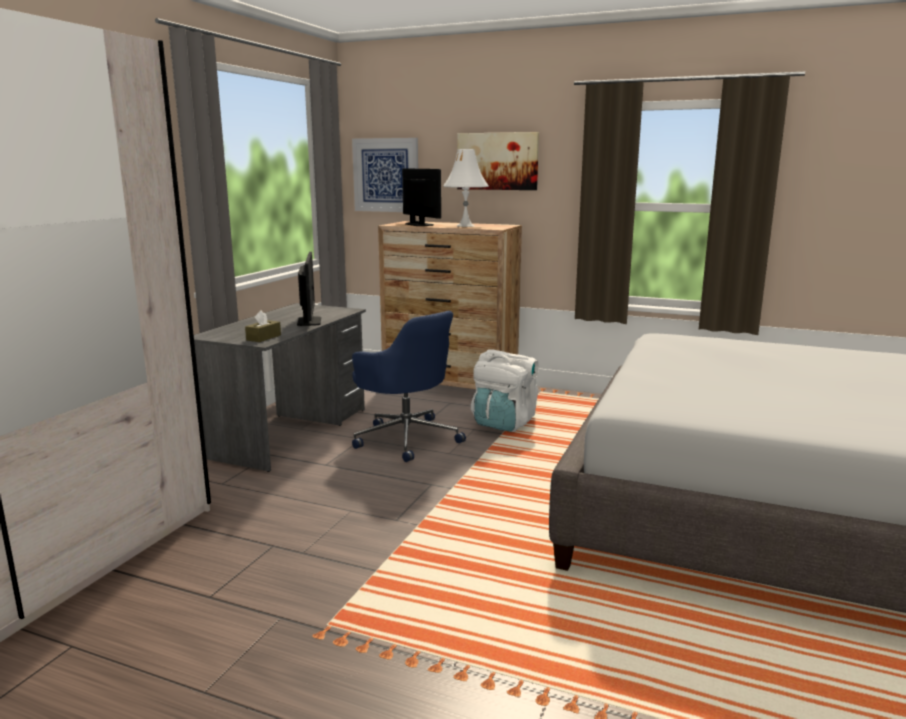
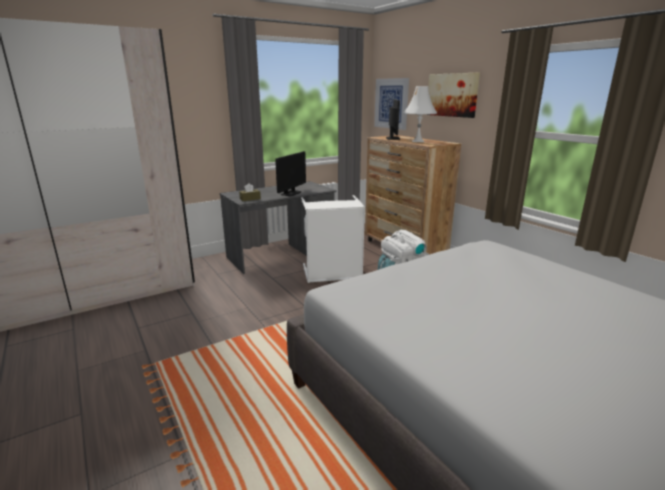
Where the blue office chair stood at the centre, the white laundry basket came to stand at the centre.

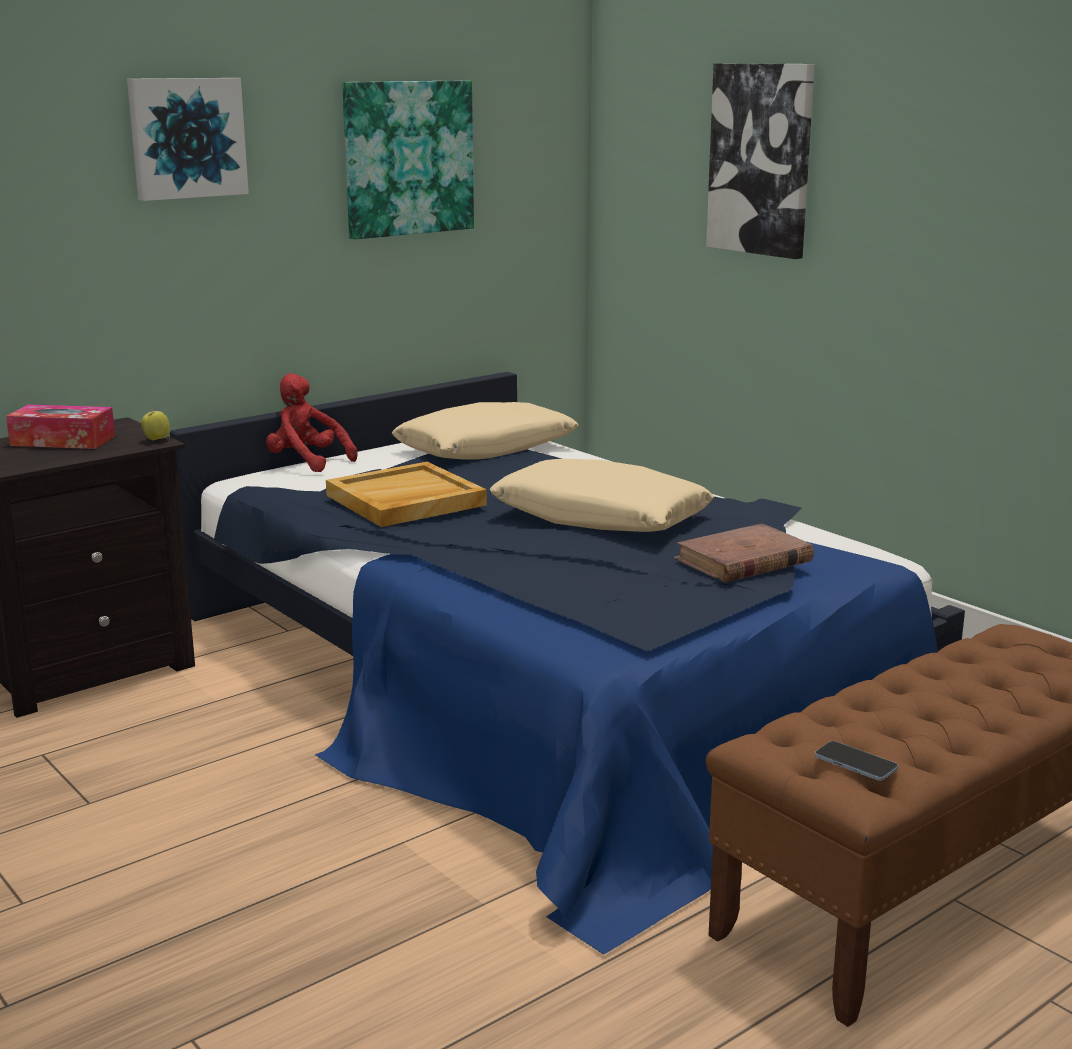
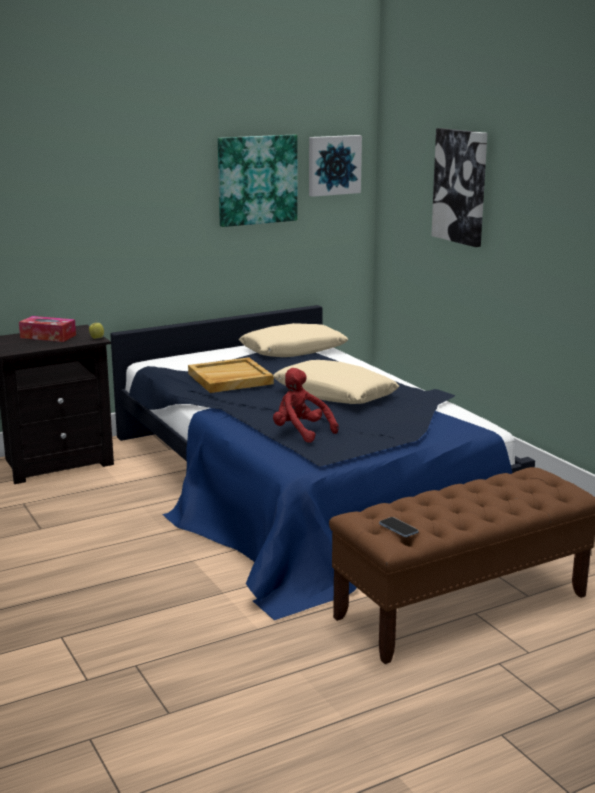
The second view lost the brown book at the middle right. The picture (no. 1 from left in the first image) ended up elsewhere, having gone from the top left to the top centre. The red plush toy ended up elsewhere, having gone from the middle left to the centre.

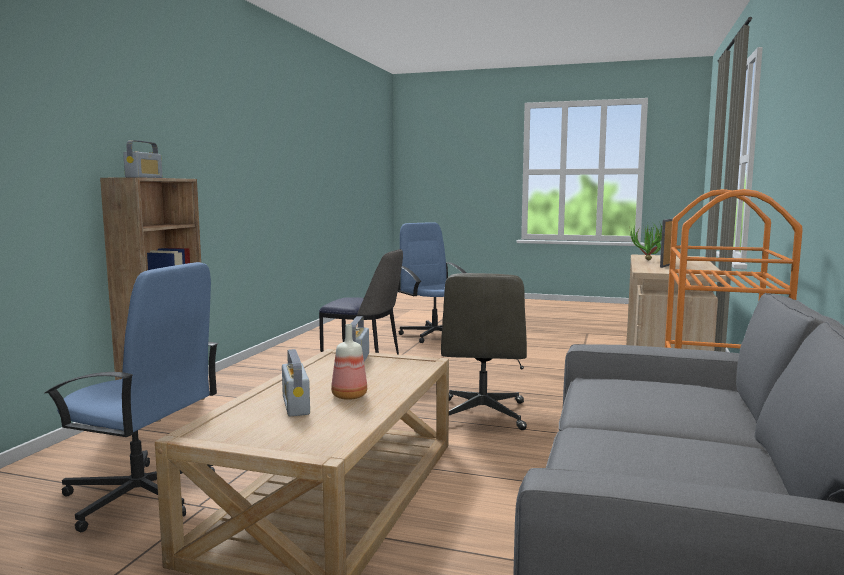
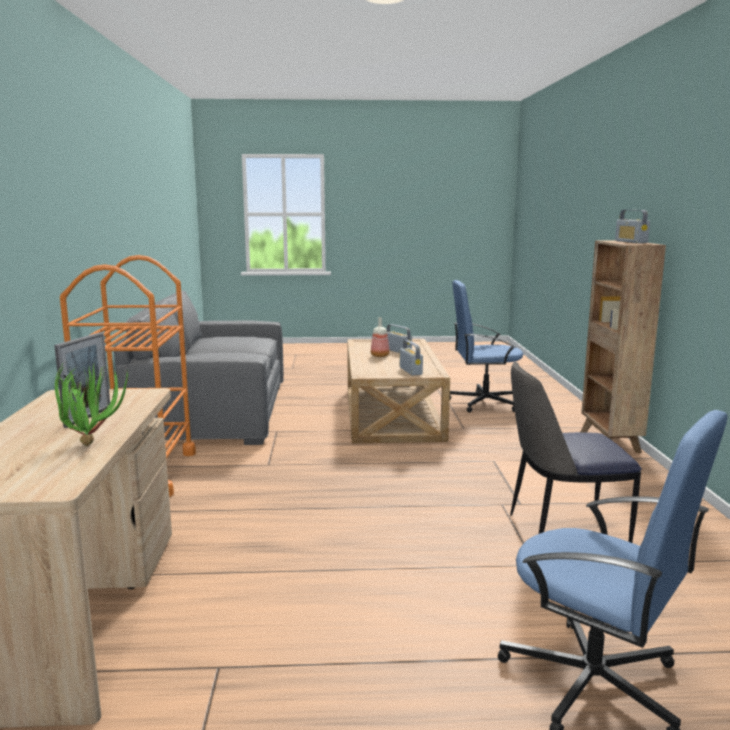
The second view lost the grey office chair at the centre.

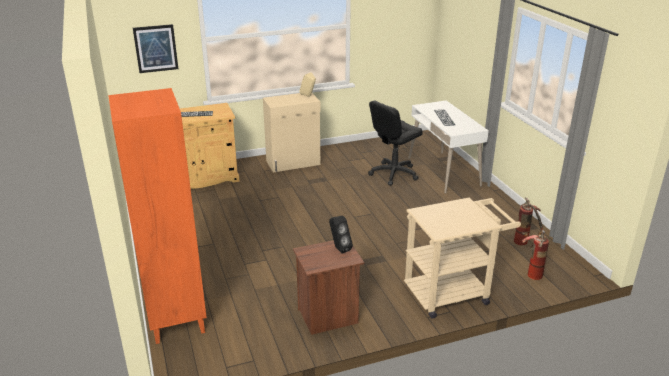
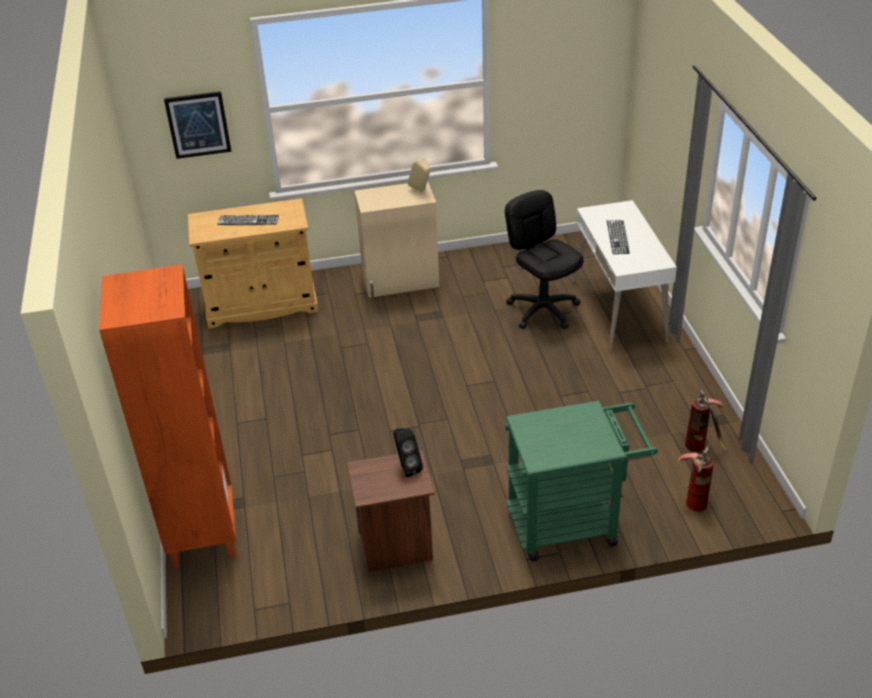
What was the beige cart at the bottom right turned into the green cart at the bottom centre. The black office chair at the centre ended up facing another way, 90 degrees clockwise from before.

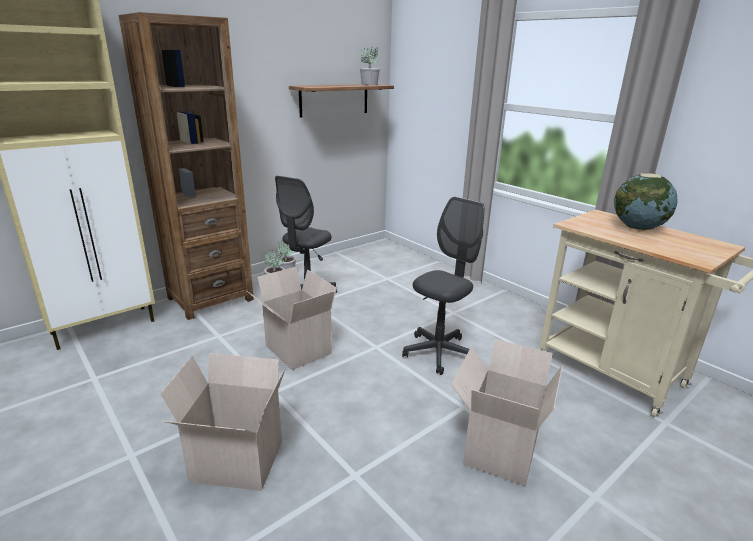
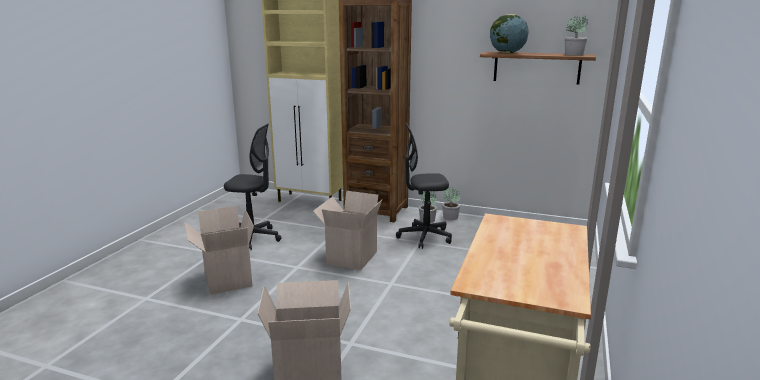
The grey office chair (no. 2 from left in the first image) ended up elsewhere, having gone from the centre to the middle left. The globe ended up elsewhere, having gone from the middle right to the top right.

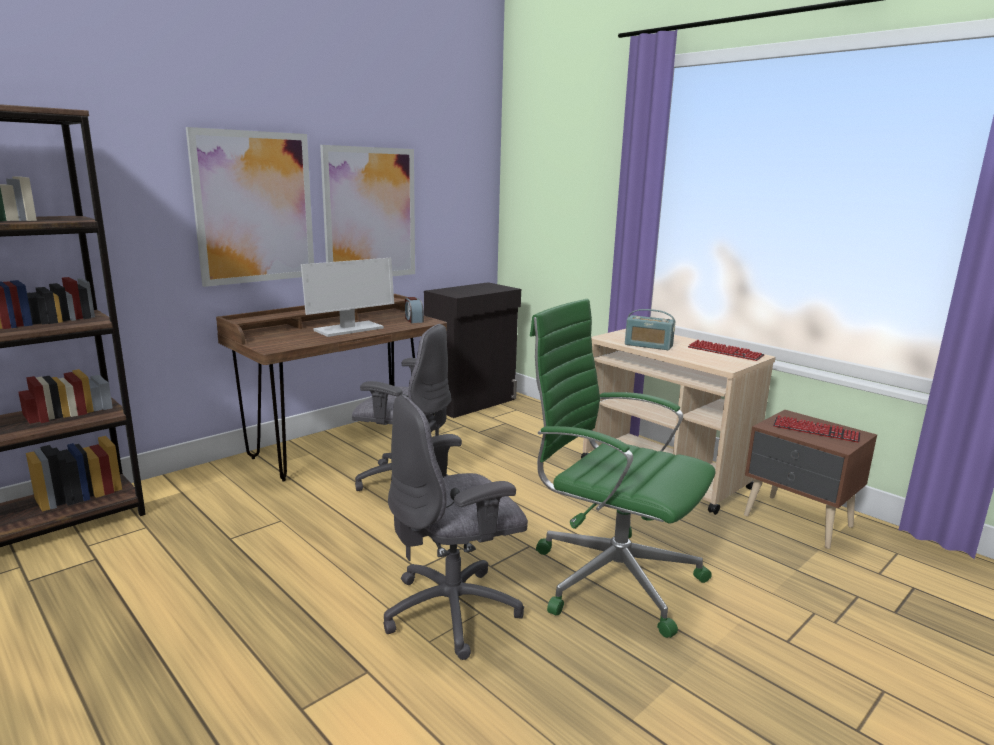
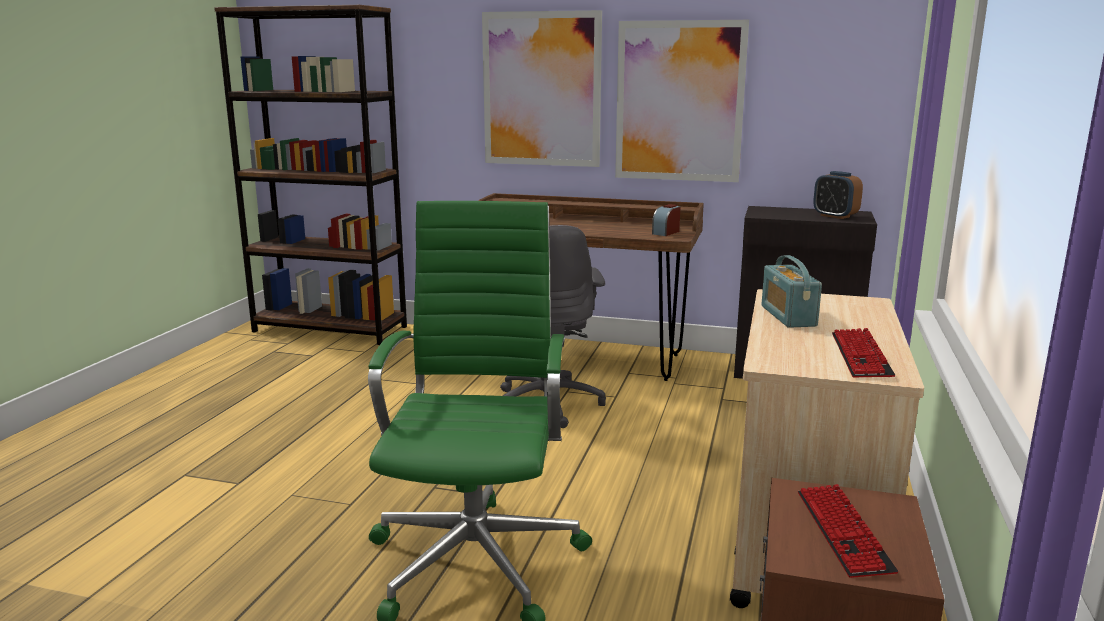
The second view lost the monitor at the centre. The second view lost the grey office chair (no. 2 from left) at the bottom centre. The second view gained the alarm clock (no. 2 from left) at the top right.

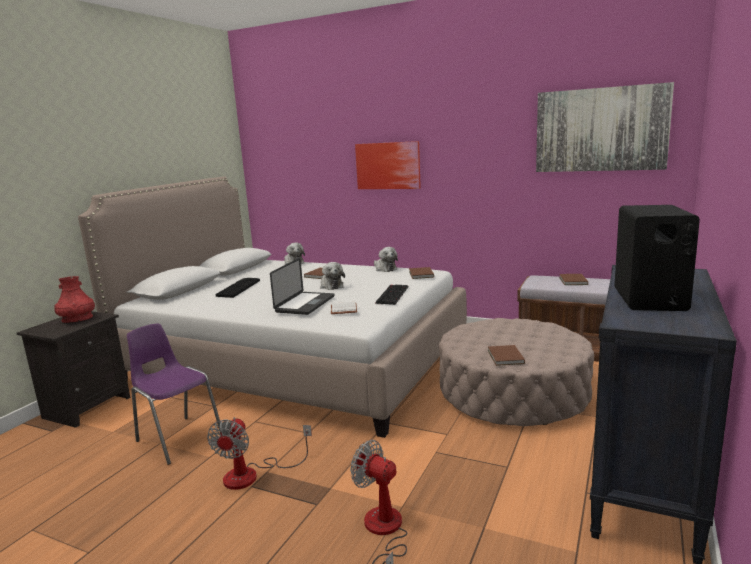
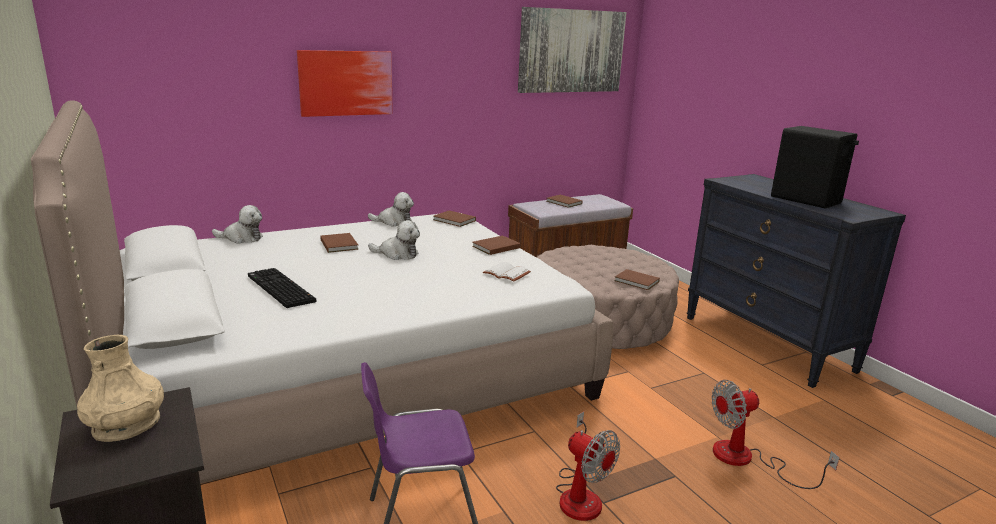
The second view lost the laptop at the centre. Where the keyboard (no. 2 from left) stood at the centre, the brown book (no. 3 from left) came to stand at the centre. What was the red vase at the middle left turned into the beige vase at the bottom left.

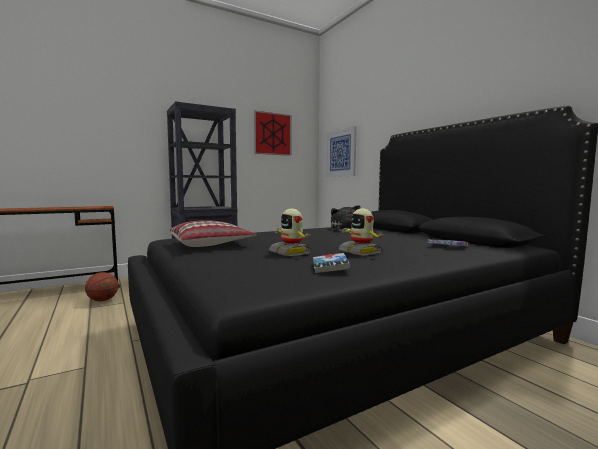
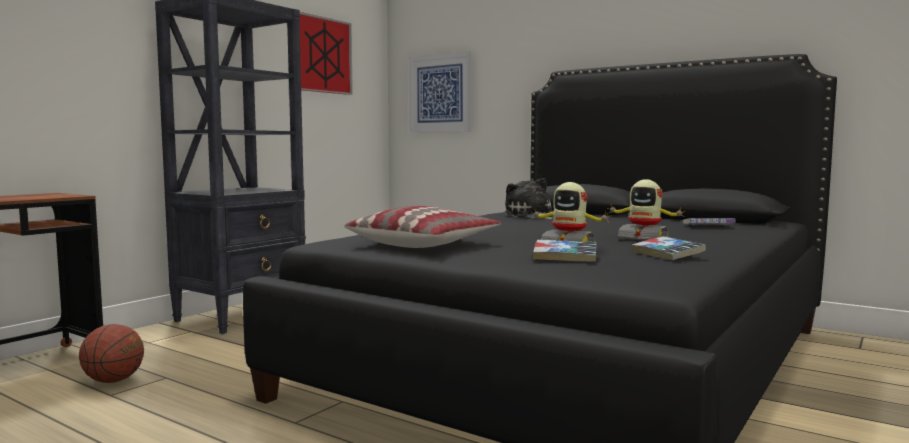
The second view gained the book (no. 1 from left) at the centre.

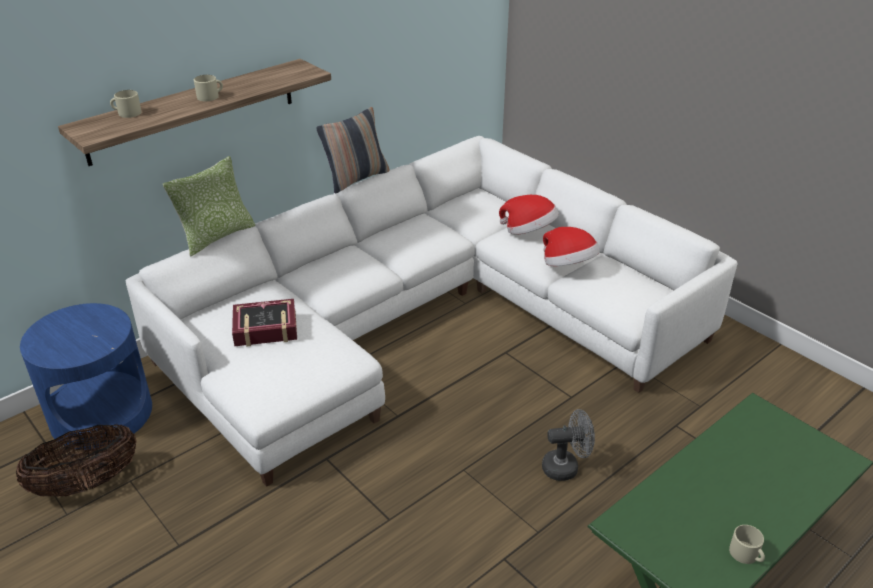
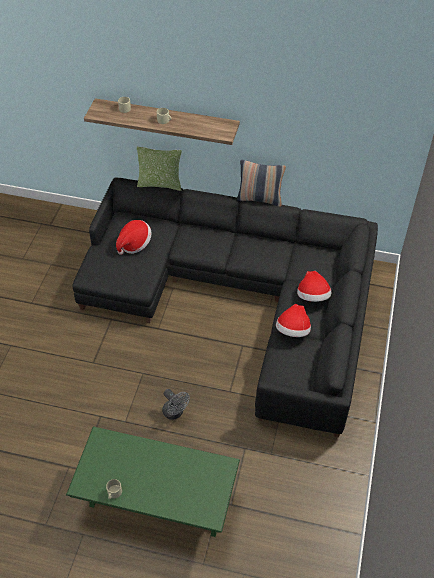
The second view lost the basket at the bottom left. The second view lost the blue side table at the middle left. Where the book stood at the middle left, the hat (no. 1 from left) came to stand at the middle left. What was the white sofa at the centre turned into the black sofa at the centre.

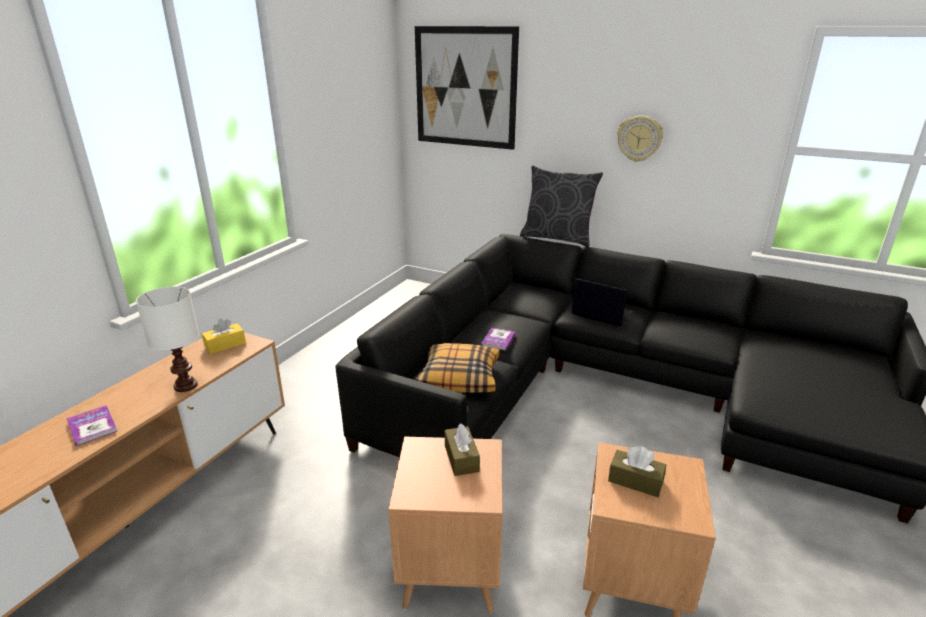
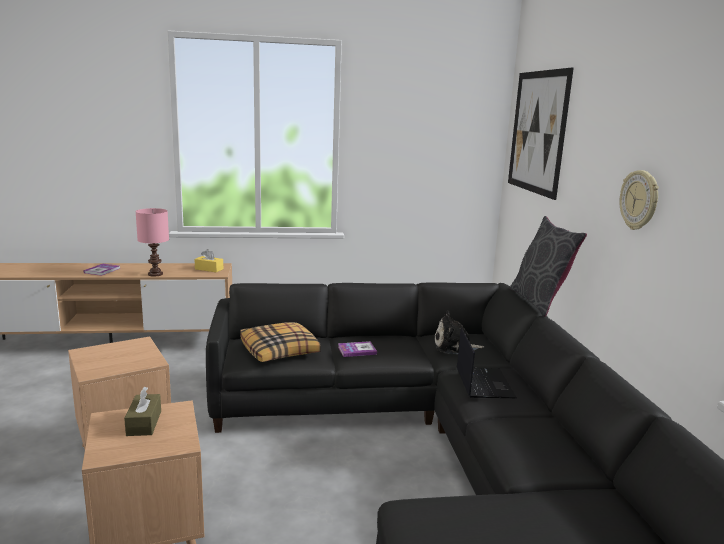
The second view lost the brown tissue box (no. 1 from left) at the bottom centre. The second view gained the plush toy at the centre. What was the white table lamp at the middle left turned into the pink table lamp at the middle left.

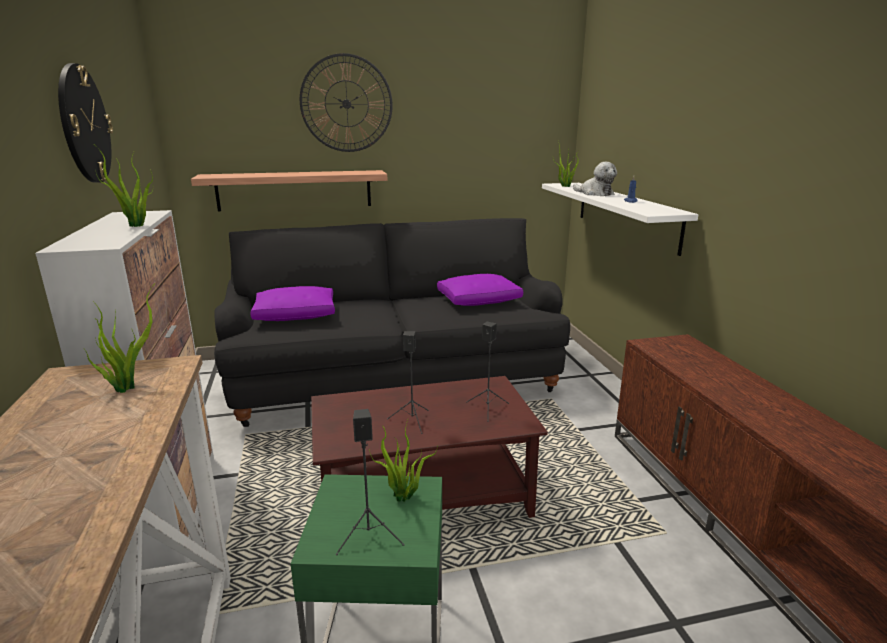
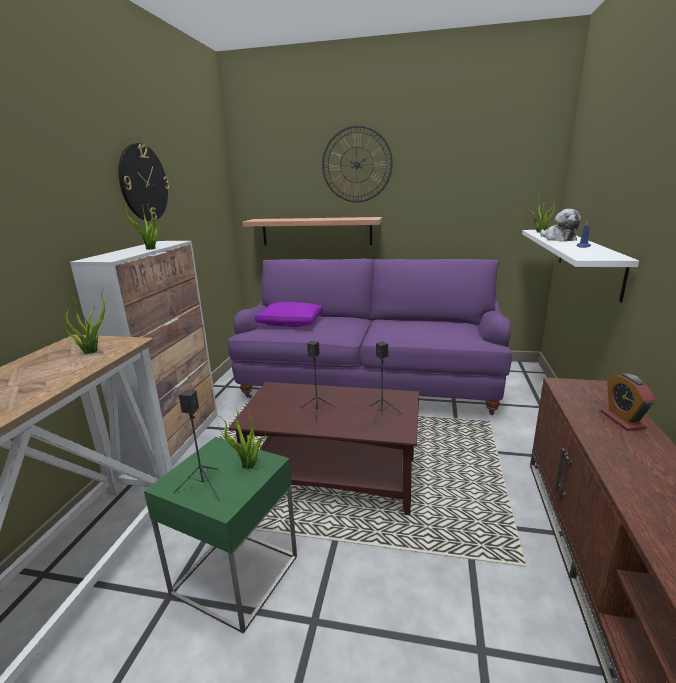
The second view lost the purple pillow (no. 2 from left) at the centre. The second view gained the alarm clock at the middle right. What was the black sofa at the centre turned into the purple sofa at the centre.

